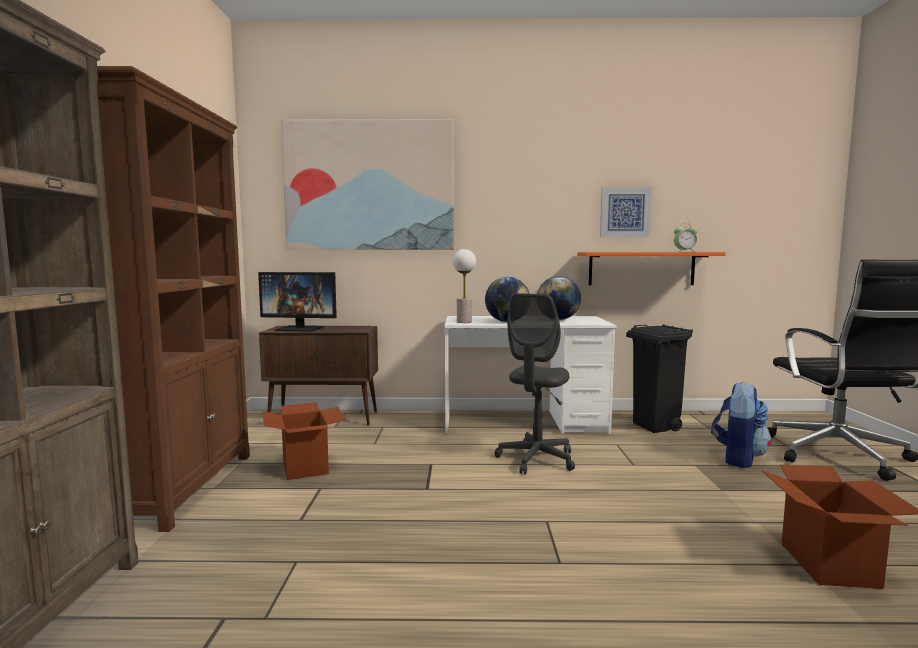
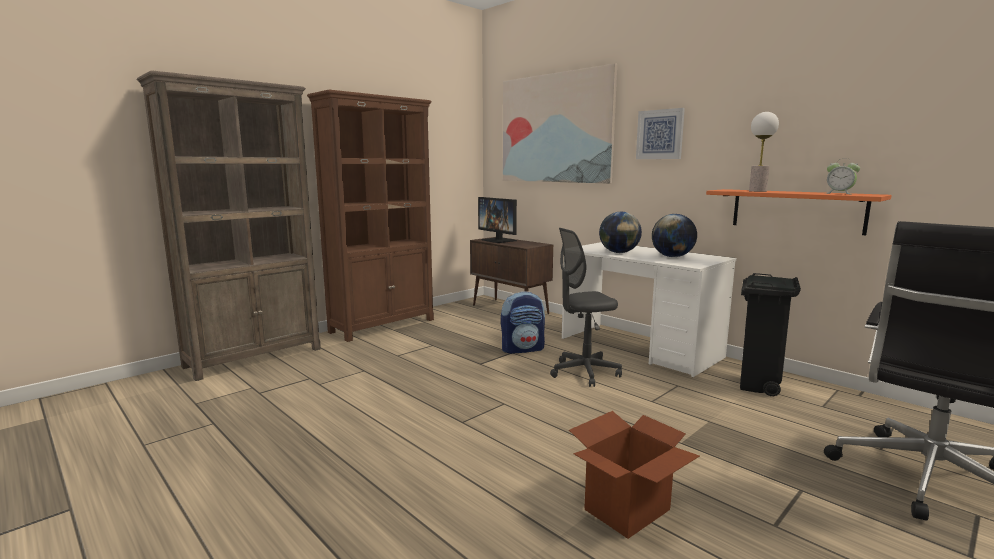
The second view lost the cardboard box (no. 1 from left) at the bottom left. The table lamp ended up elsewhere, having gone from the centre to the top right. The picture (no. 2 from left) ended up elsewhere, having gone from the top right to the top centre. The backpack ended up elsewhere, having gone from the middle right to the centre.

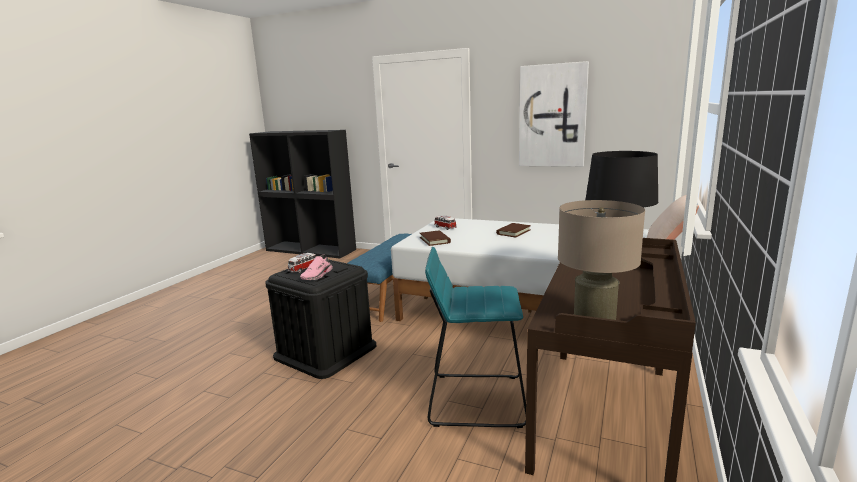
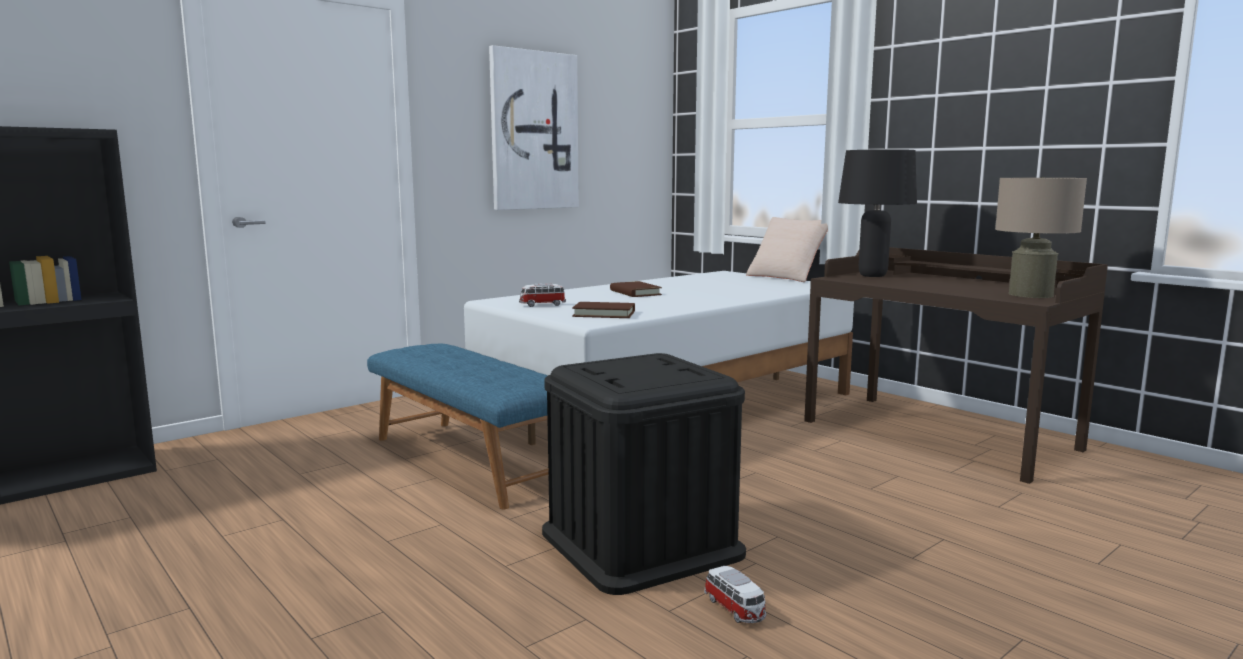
The second view lost the pink shoe at the centre. The second view lost the turquoise stool at the bottom centre. The toy car (no. 1 from left in the first image) ended up elsewhere, having gone from the centre to the bottom centre.

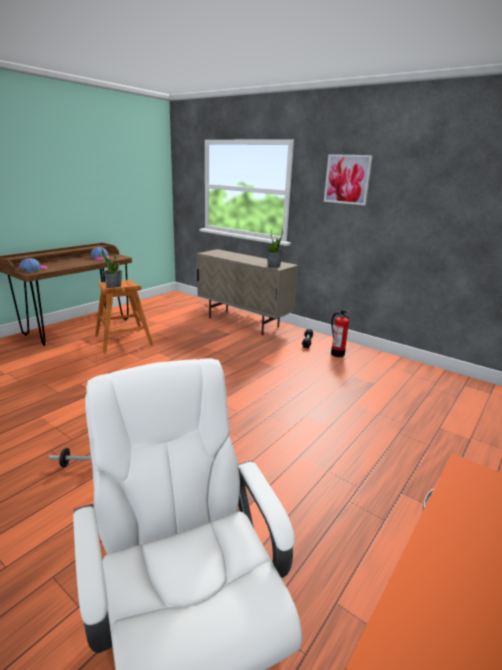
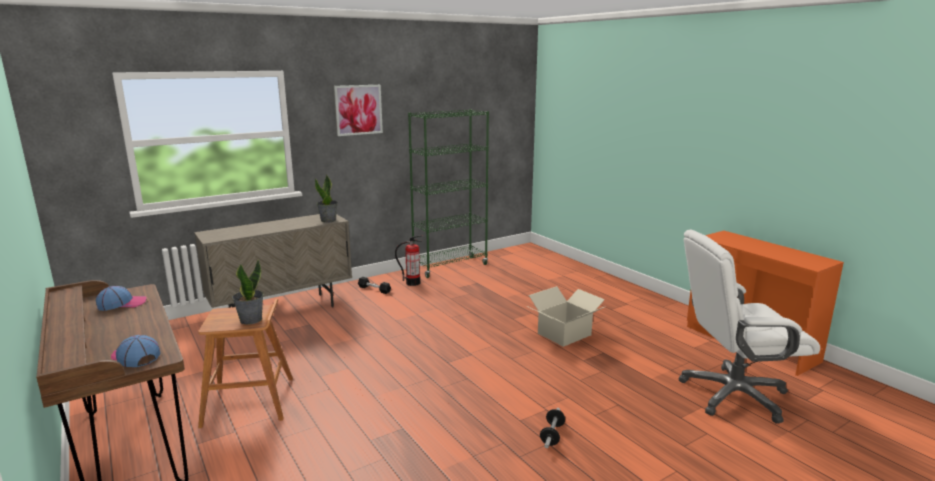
The second view gained the green bookcase at the centre. The second view gained the cardboard box at the centre.

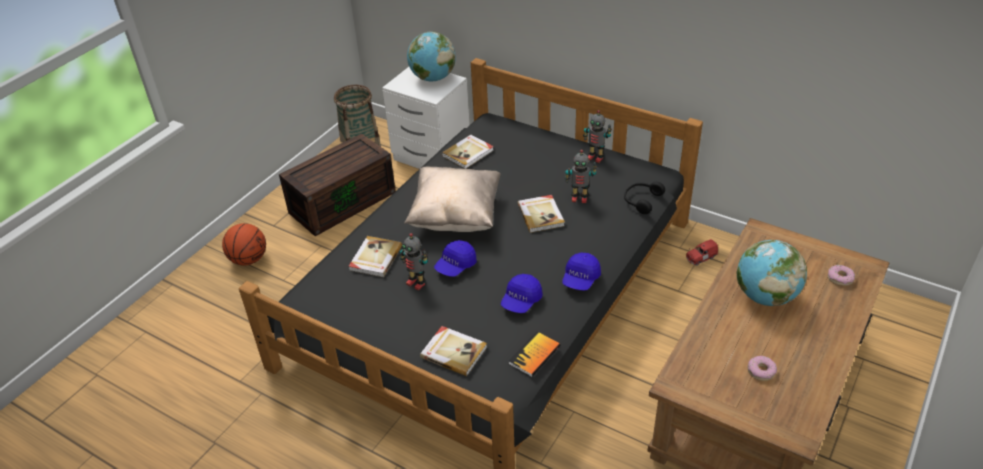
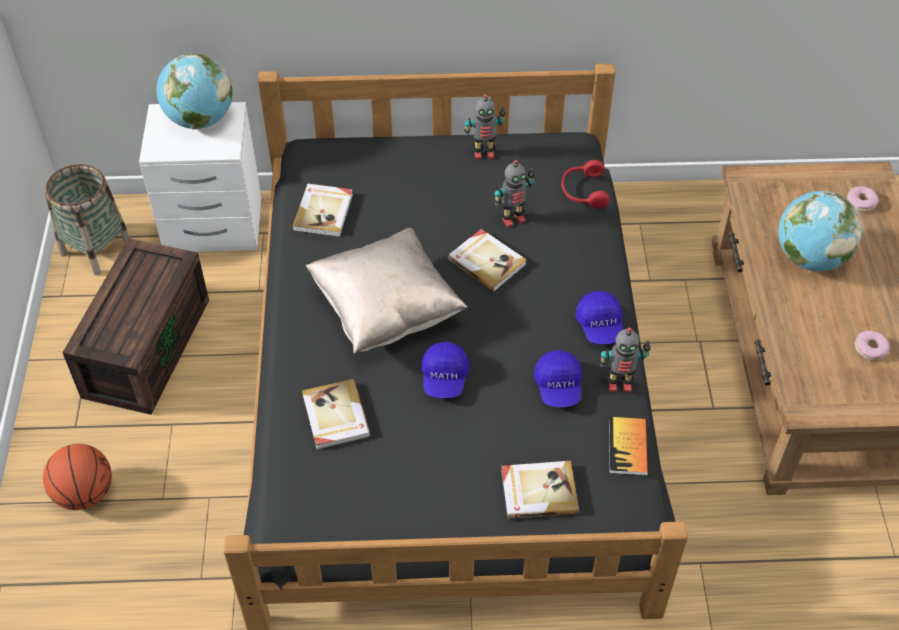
The second view lost the red toy car at the middle right. The toy robot (no. 1 from left in the first image) ended up elsewhere, having gone from the centre to the middle right. What was the black headphones at the centre turned into the red headphones at the top centre.

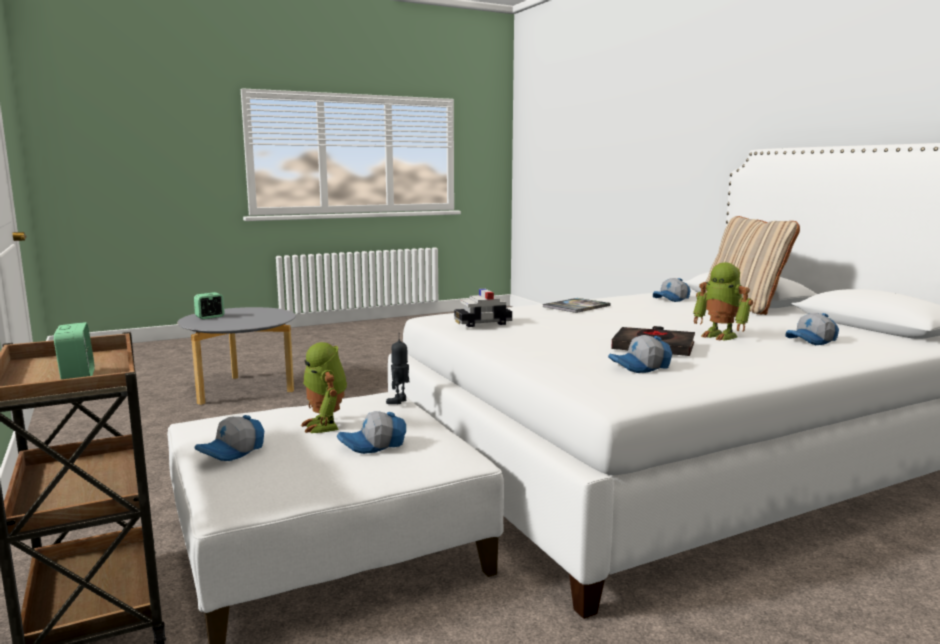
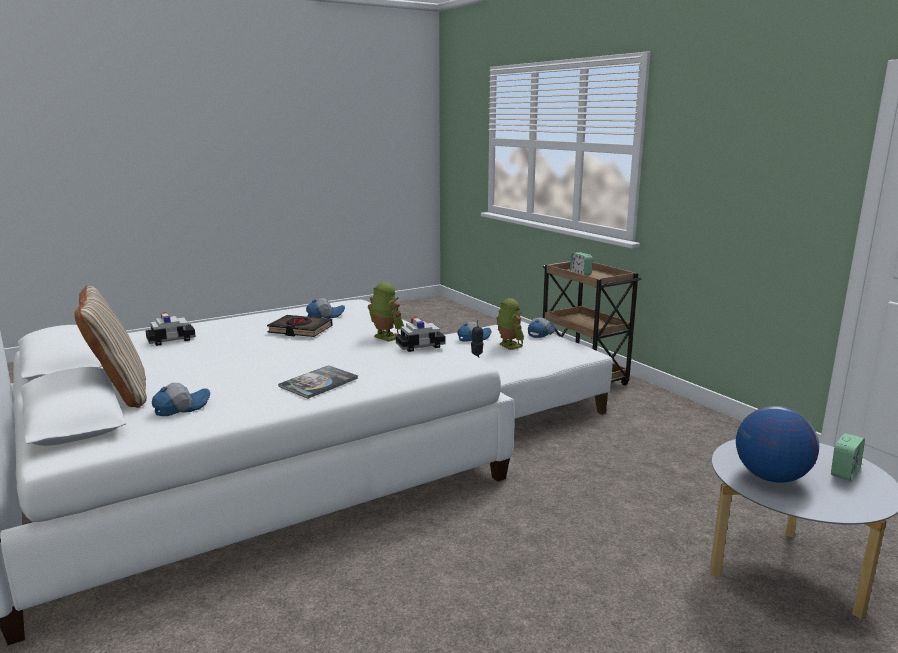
The second view gained the globe at the bottom right. The toy robot (no. 3 from left in the first image) ended up elsewhere, having gone from the middle right to the centre. Where the cap (no. 5 from left) stood at the middle right, the toy car (no. 1 from left) came to stand at the middle left.

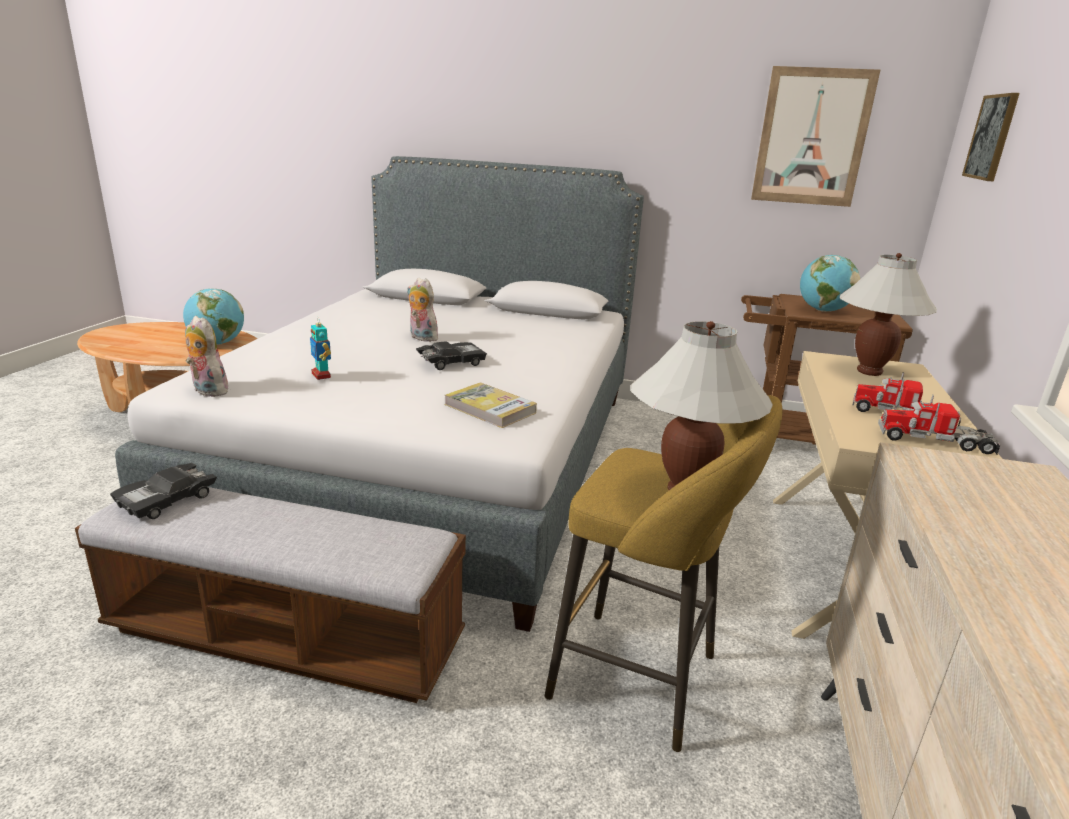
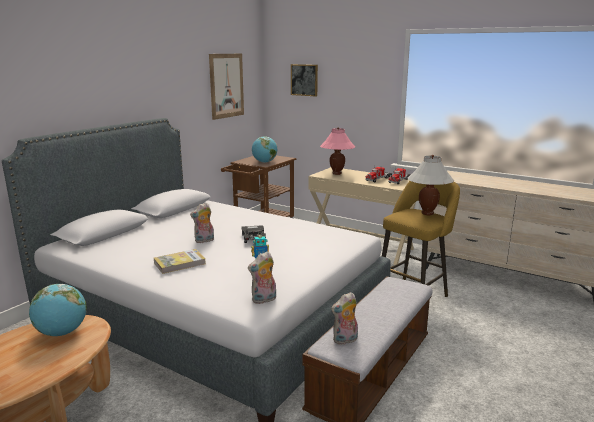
The book ended up elsewhere, having gone from the centre to the middle left. Where the black toy car (no. 1 from left) stood at the middle left, the plush toy (no. 3 from left) came to stand at the bottom centre. What was the white table lamp (no. 2 from left) at the middle right turned into the pink table lamp at the centre.

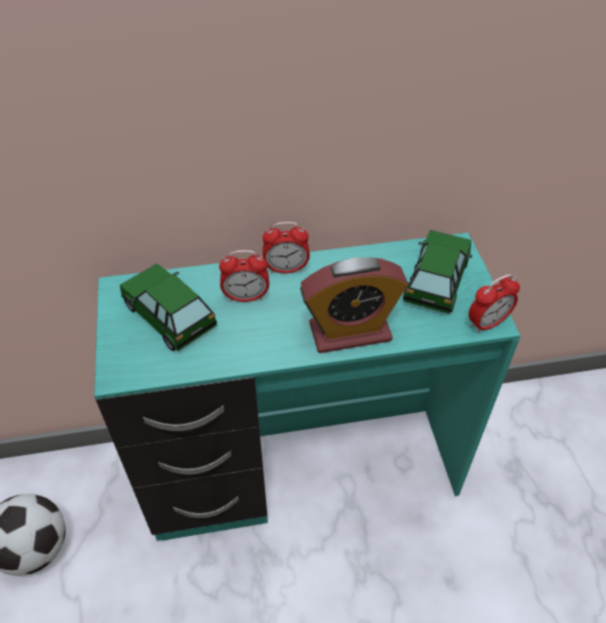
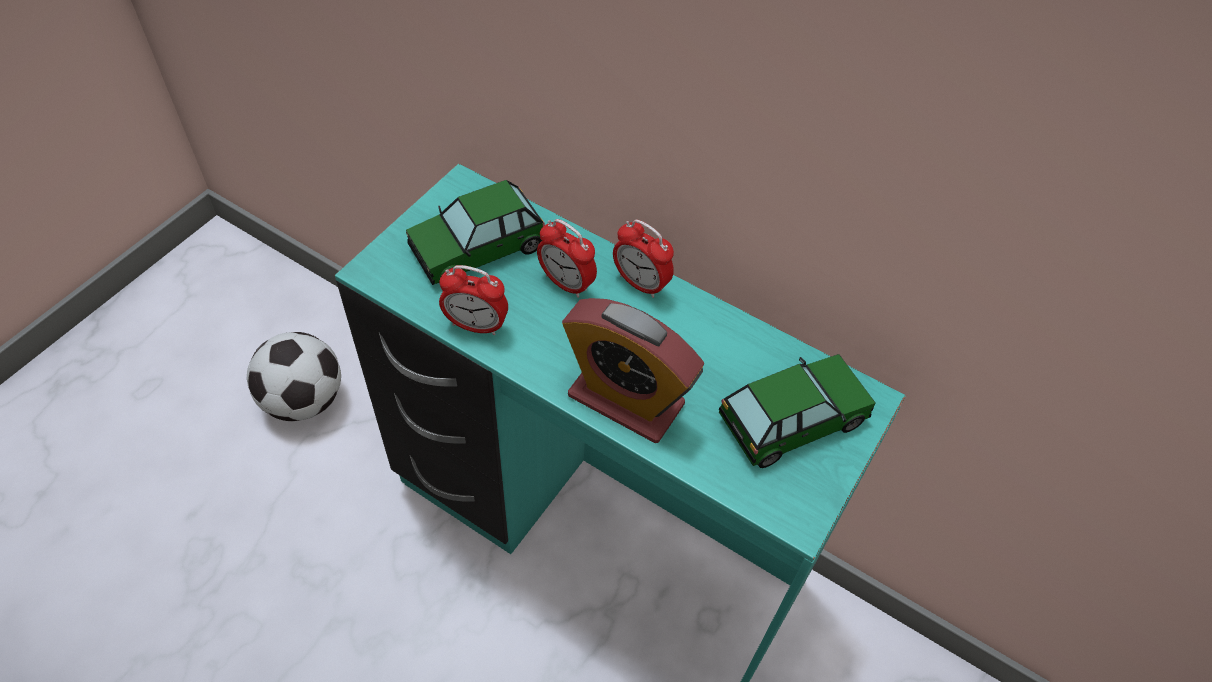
The alarm clock (no. 4 from left in the first image) ended up elsewhere, having gone from the middle right to the centre. The toy car (no. 1 from left) at the middle left ended up facing another way, 120 degrees counterclockwise from before.

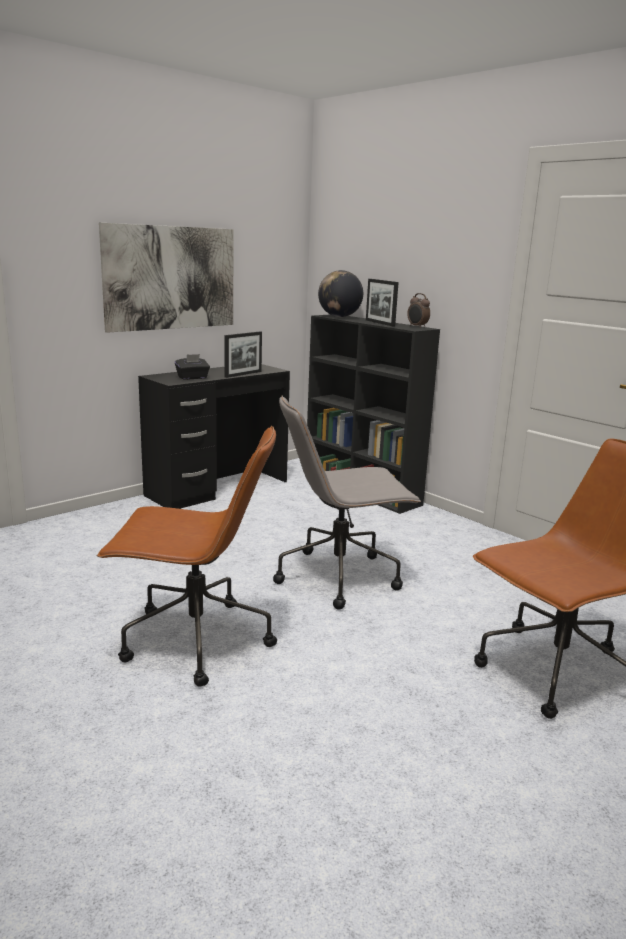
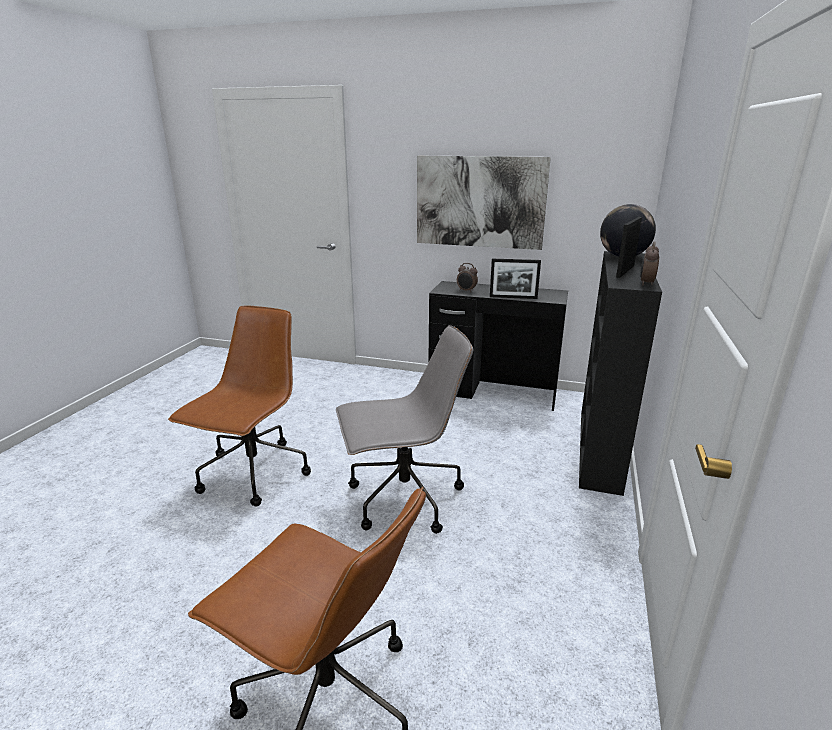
Where the black tissue box stood at the middle left, the alarm clock (no. 1 from left) came to stand at the centre. The brown office chair (no. 1 from left) at the middle left ended up facing another way, 135 degrees counterclockwise from before. The grey office chair at the centre ended up facing another way, 120 degrees clockwise from before.

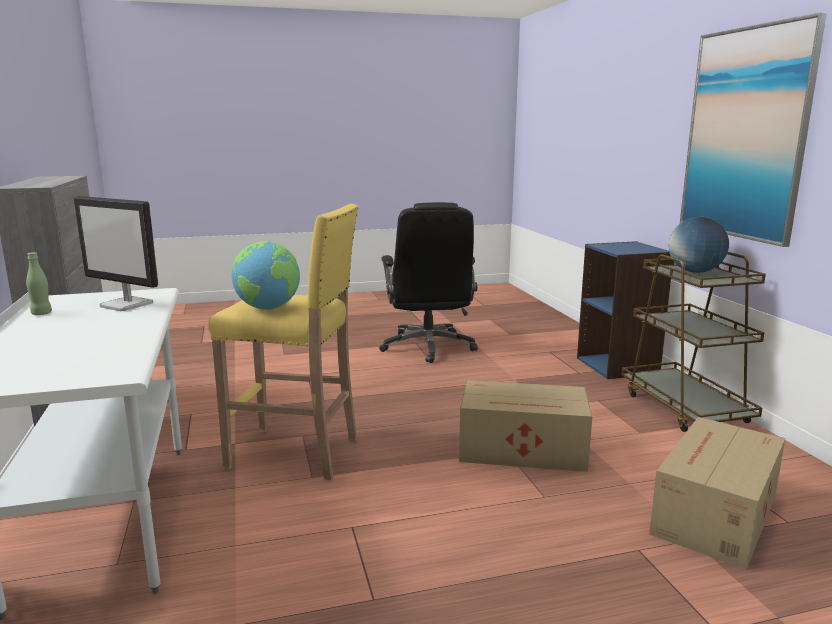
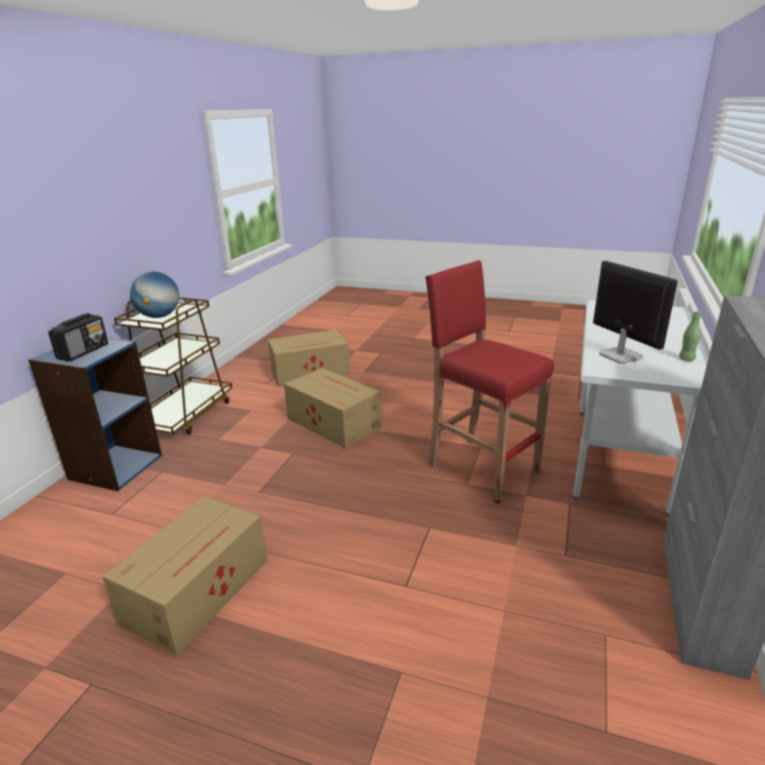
The second view lost the globe (no. 1 from left) at the middle left. The second view lost the picture at the top right. The second view gained the radio at the middle left. Where the black office chair stood at the centre, the cardboard box (no. 1 from left) came to stand at the bottom left. What was the yellow stool at the centre turned into the red stool at the centre.

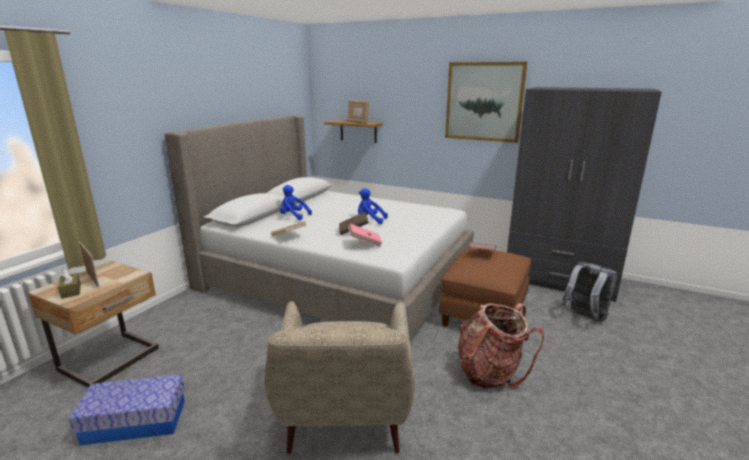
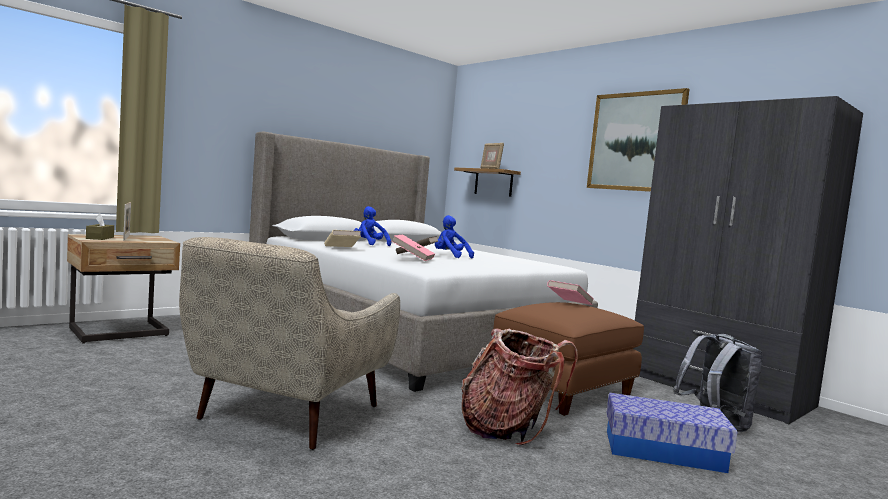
The storage box ended up elsewhere, having gone from the bottom left to the bottom right.

